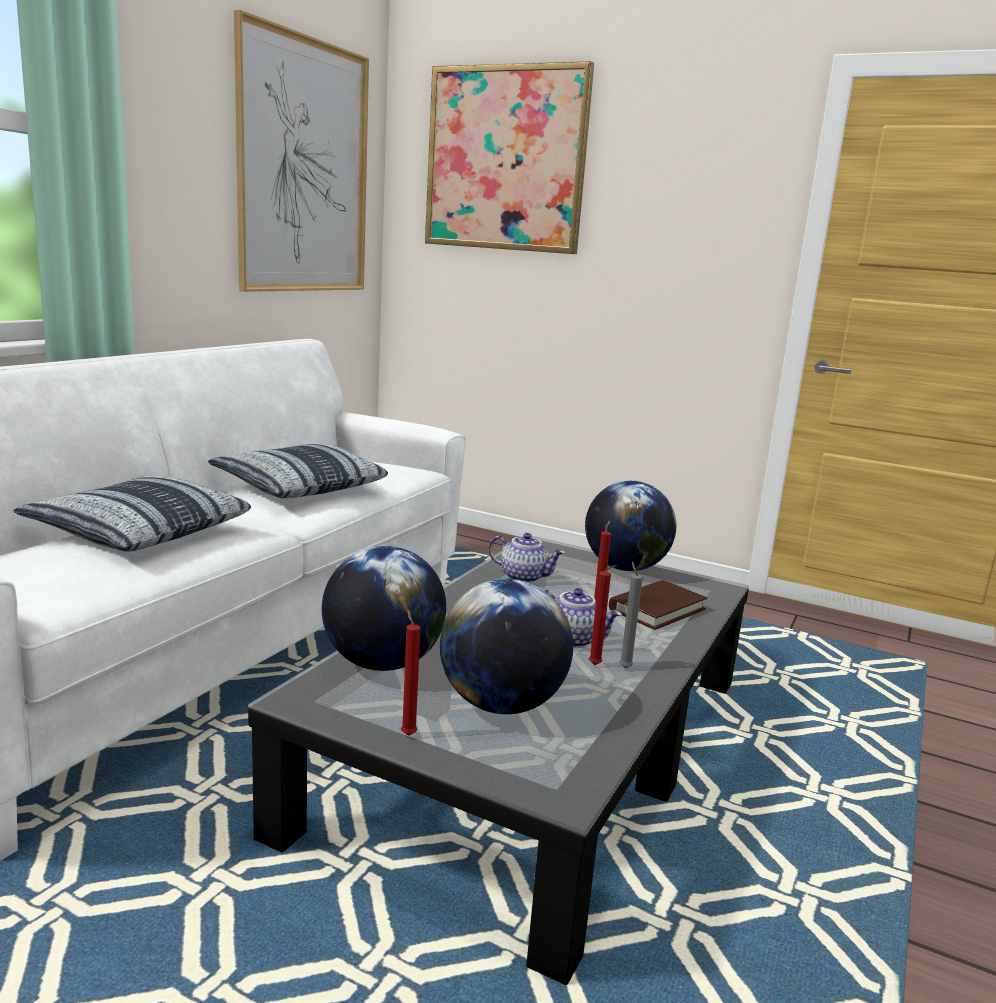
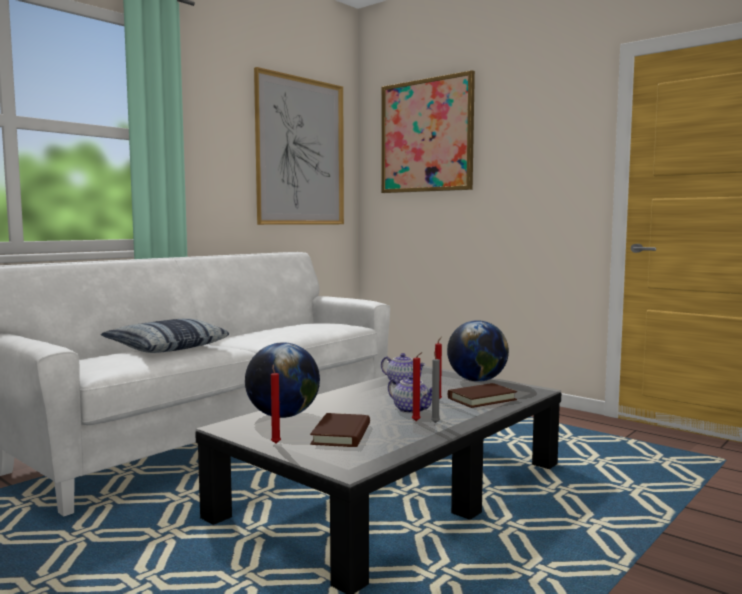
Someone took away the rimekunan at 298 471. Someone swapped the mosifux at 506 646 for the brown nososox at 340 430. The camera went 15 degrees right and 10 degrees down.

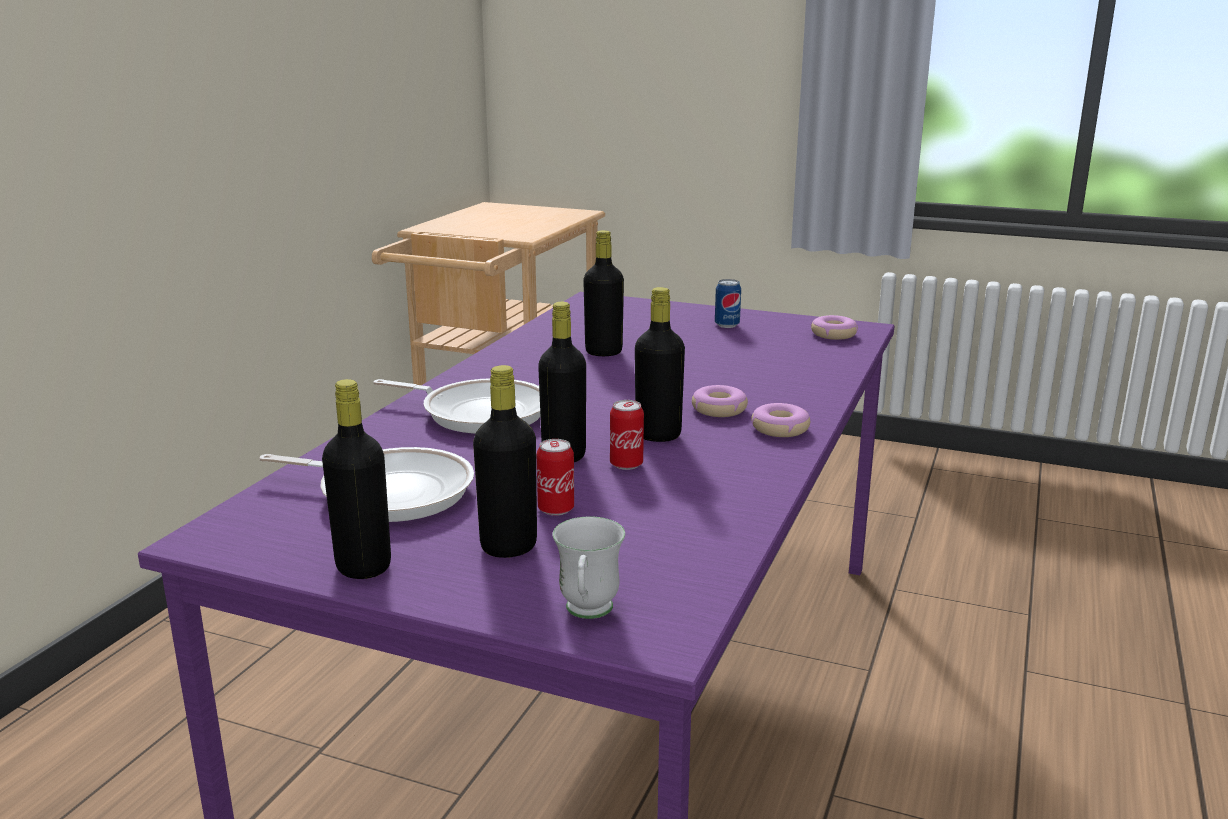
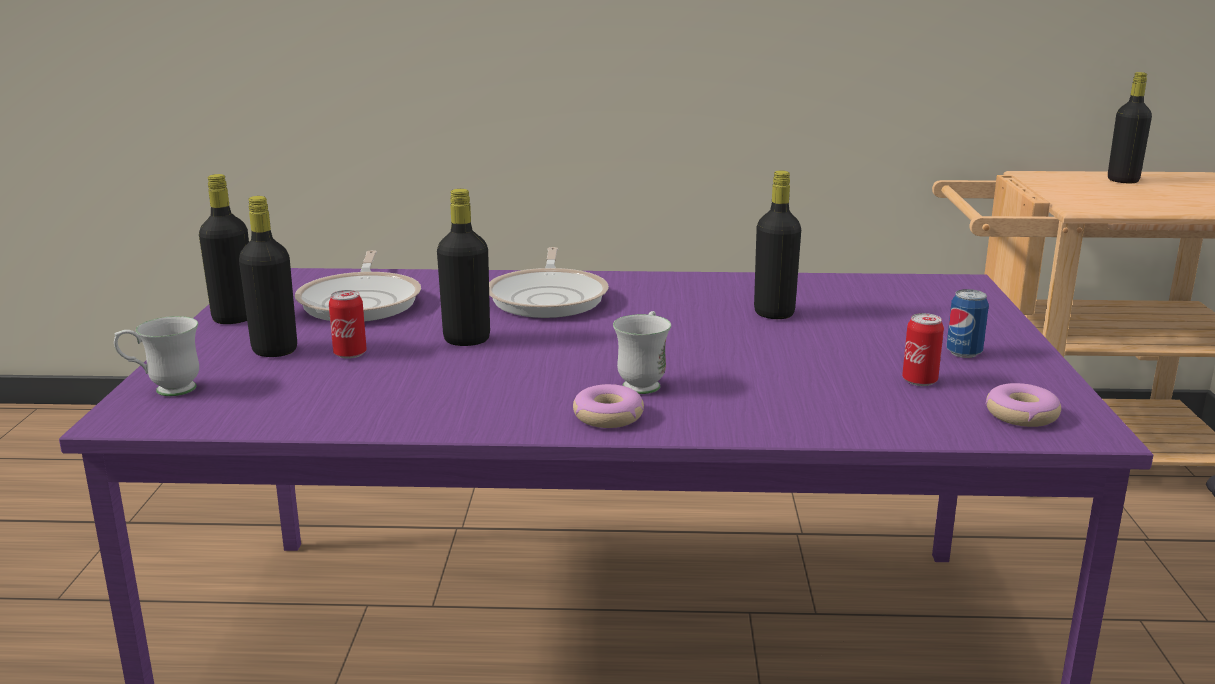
Someone carried the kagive from 627 435 to 923 349. Someone carried the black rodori from 660 364 to 1130 127. Someone swapped the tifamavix at 720 401 for the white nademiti at 642 352. The camera went 70 degrees right and 0 degrees up.

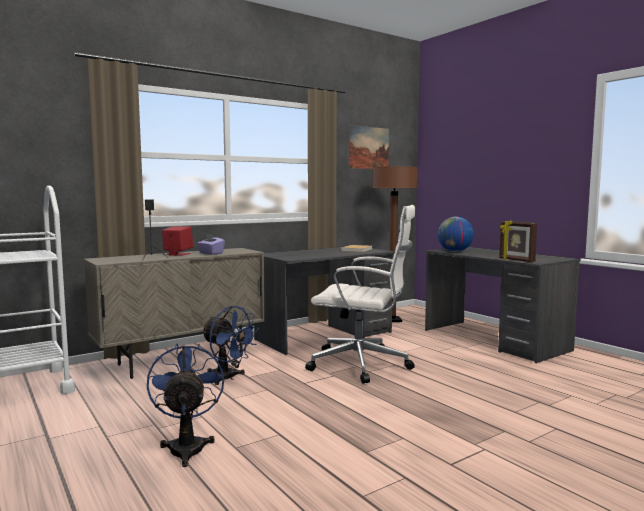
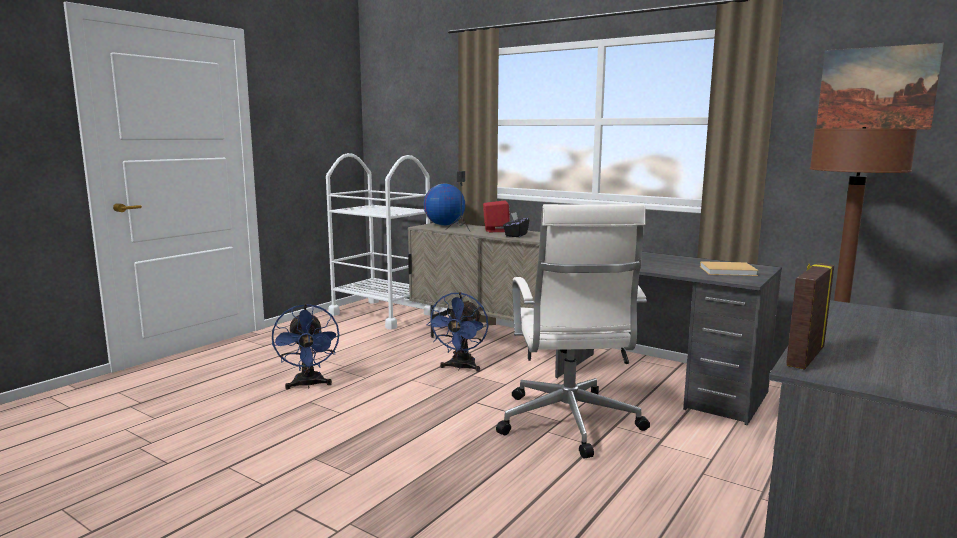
Someone carried the mosifux from 456 234 to 444 205. Someone repainted the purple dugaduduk at 211 244, which became the black dugaduduk at 516 224. Someone rotated the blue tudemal at 185 405 by 105 degrees clockwise. The camera went 70 degrees right and 5 degrees up.

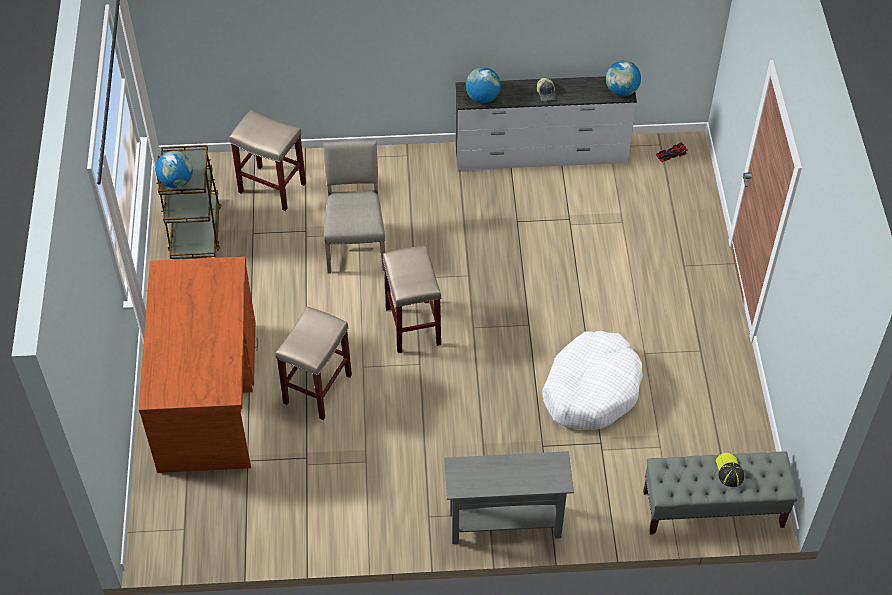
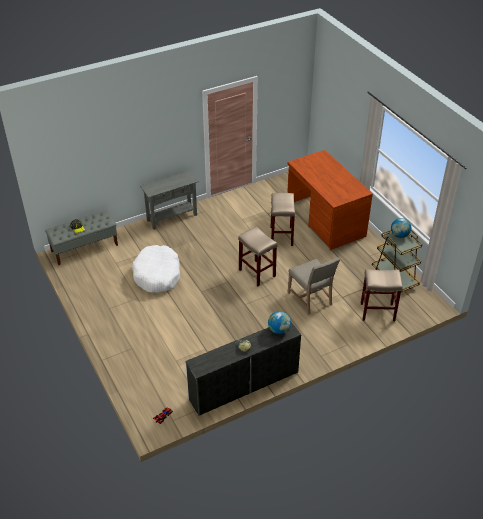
Someone took away the mosifux at 623 78. The camera went 155 degrees right and 10 degrees down.

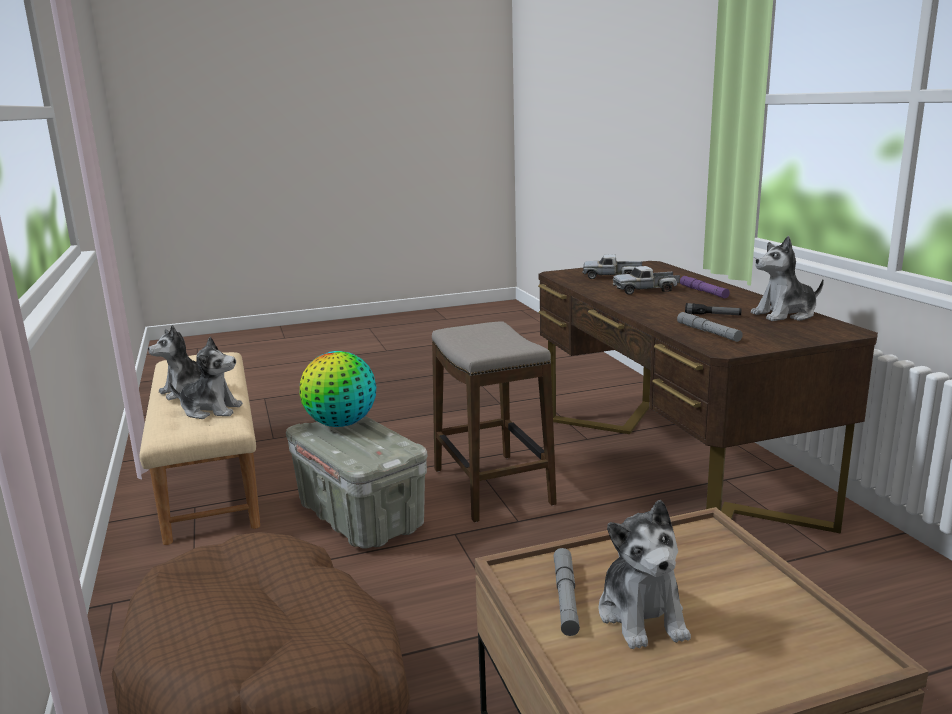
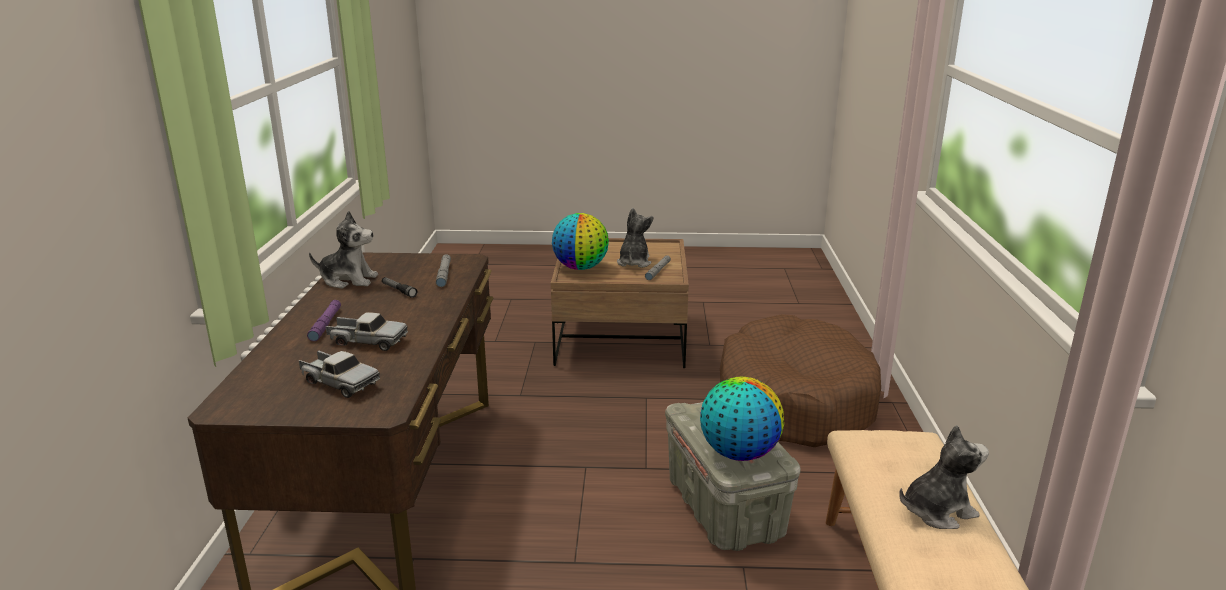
Someone took away the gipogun at 206 378. Someone took away the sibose at 494 421. Someone put down the mosifux at 580 241. The camera went 160 degrees left and 5 degrees up.

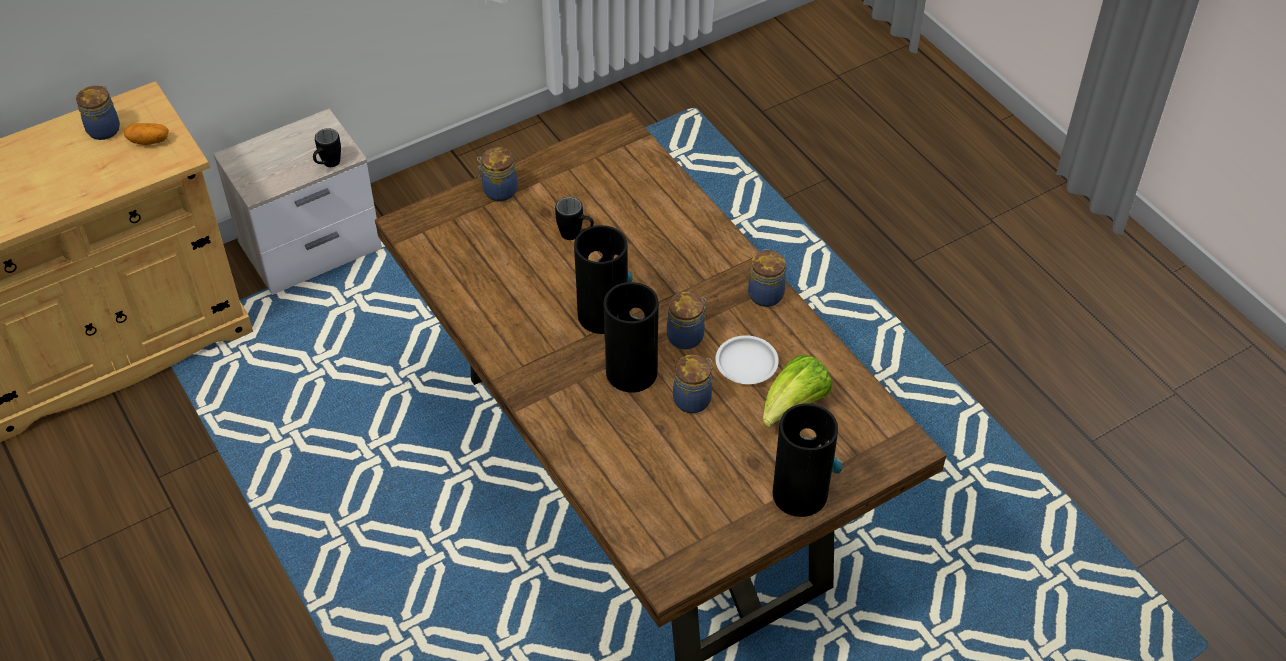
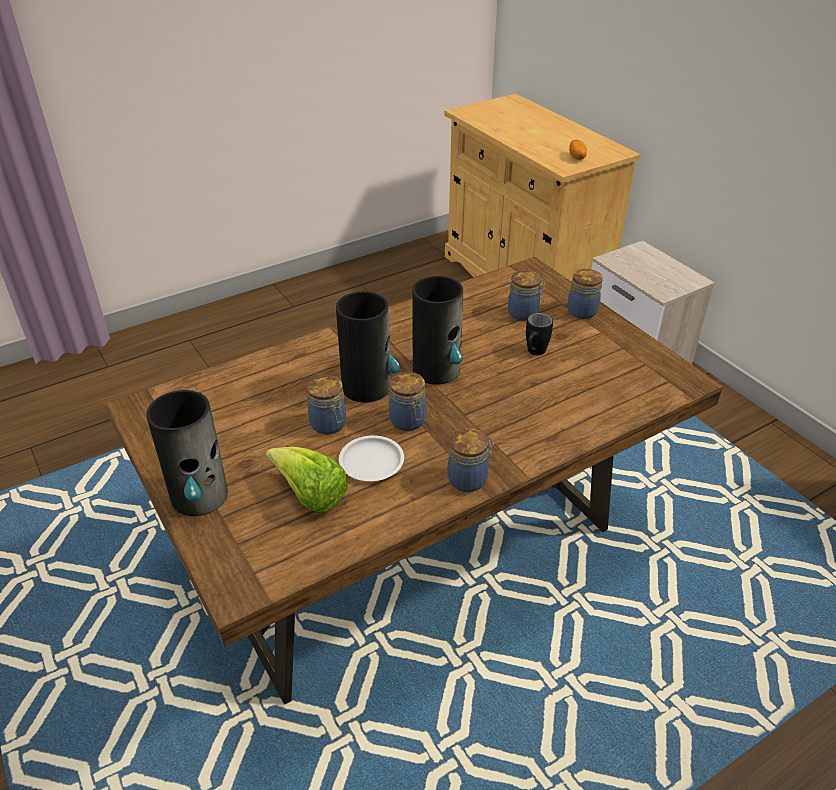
Someone took away the black nademiti at 327 147. Someone carried the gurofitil from 98 113 to 526 295. The camera went 90 degrees right and 10 degrees down.

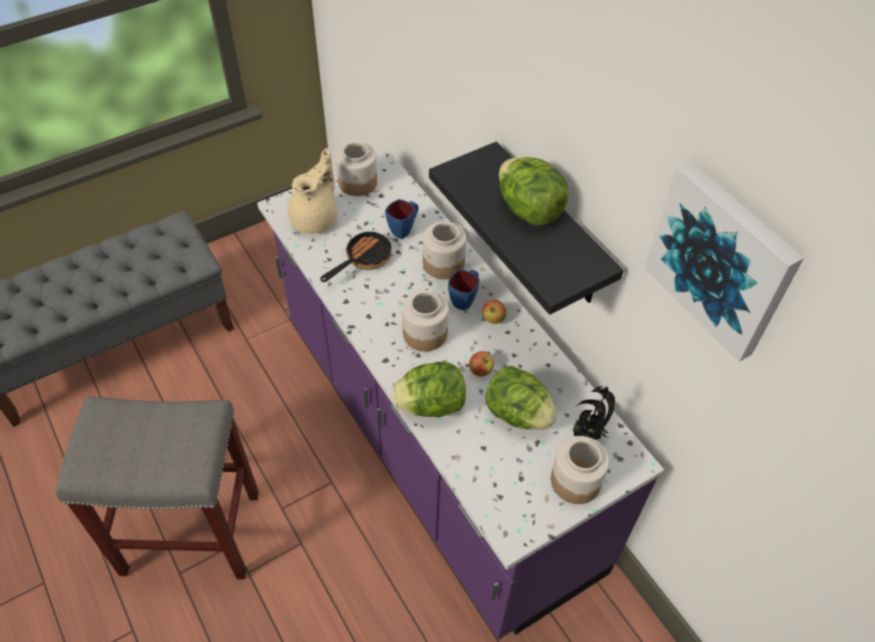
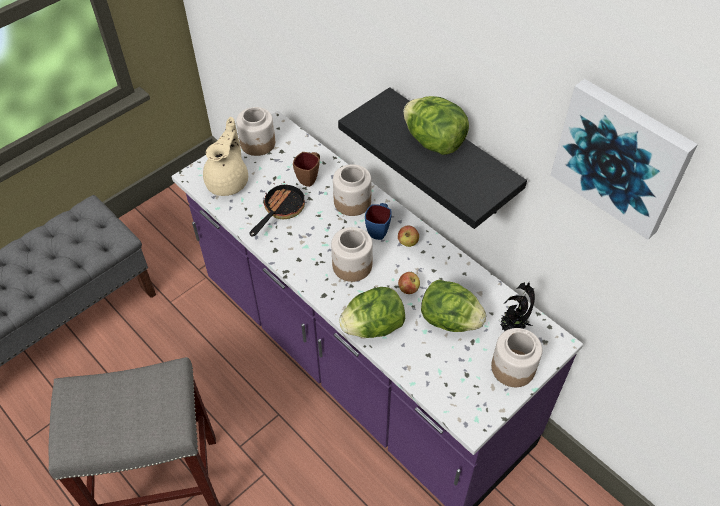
Someone repainted the blue nademiti at 402 219, which became the brown nademiti at 306 169. The camera went 10 degrees left and 0 degrees up.

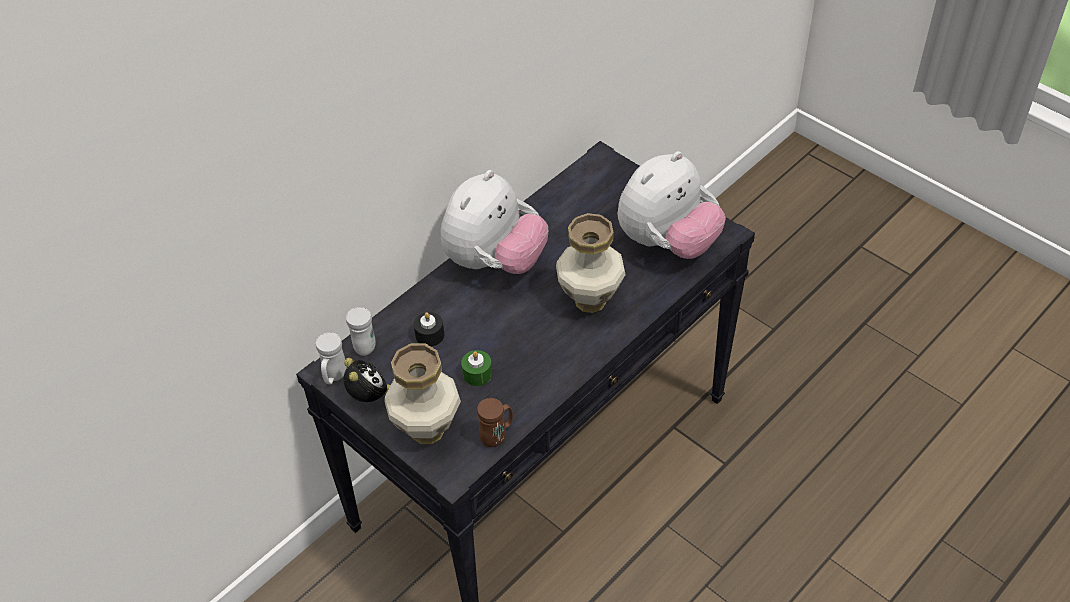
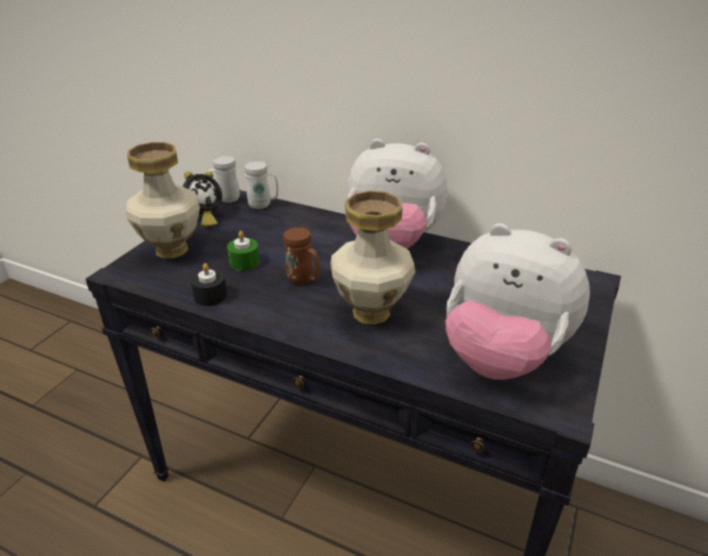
Someone carried the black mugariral from 429 329 to 209 284. Someone carried the brown nademiti from 495 422 to 301 256. The camera went 70 degrees right and 15 degrees down.

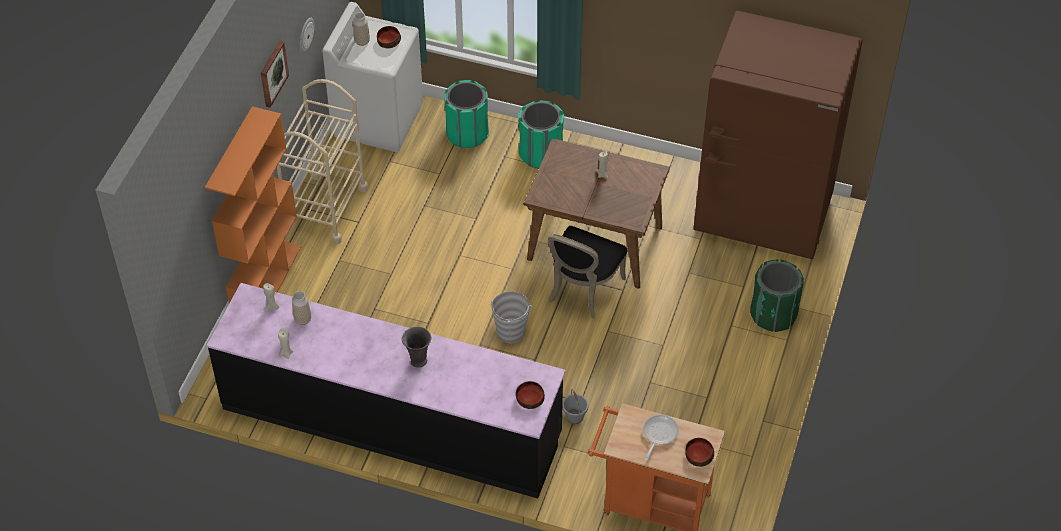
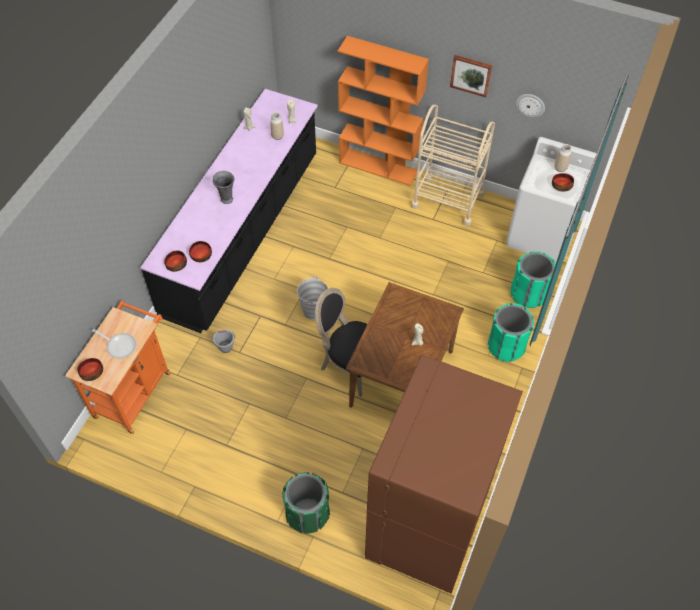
Someone put down the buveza at 200 251. The camera went 95 degrees right and 5 degrees up.

